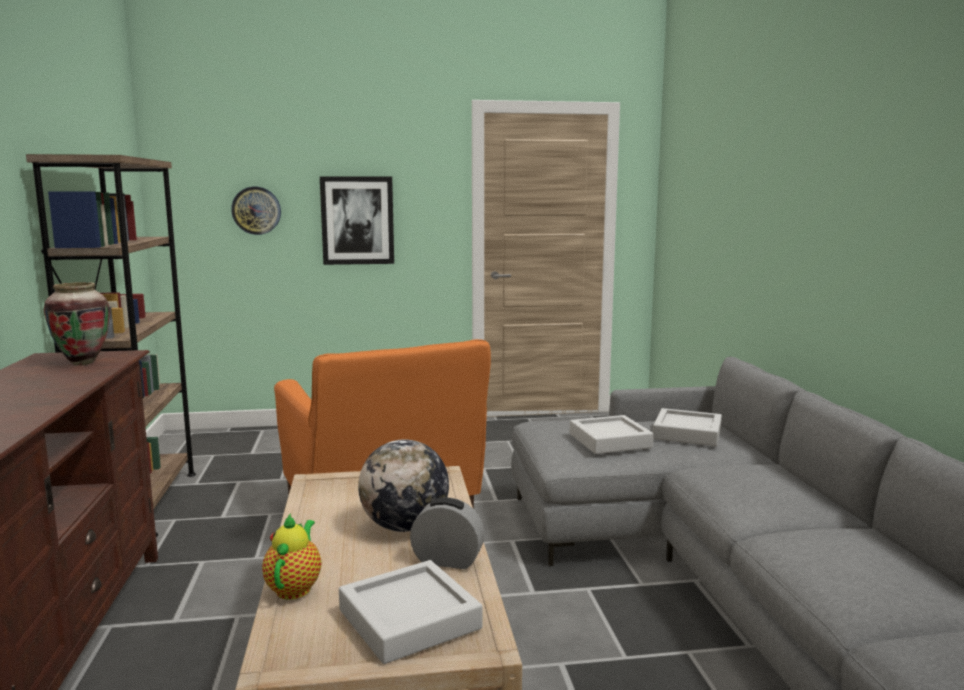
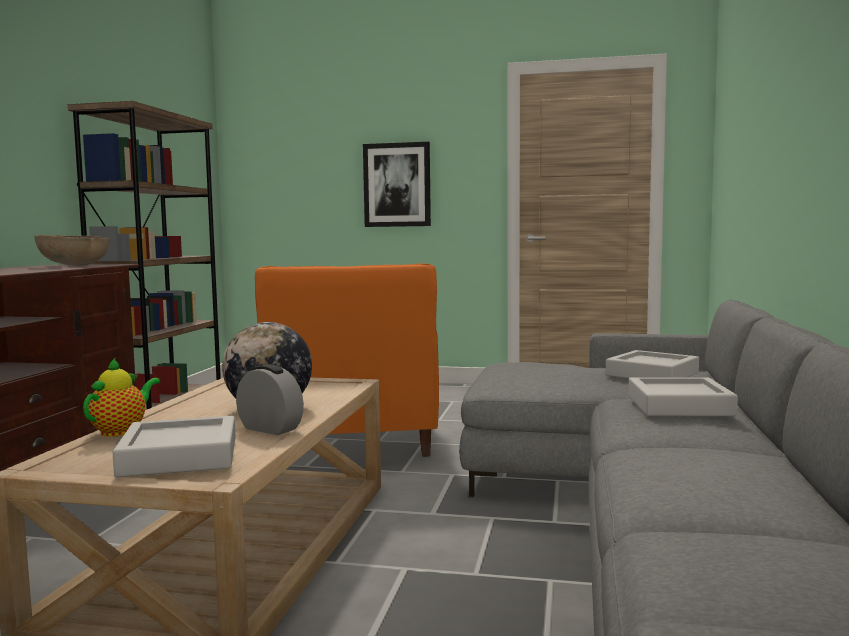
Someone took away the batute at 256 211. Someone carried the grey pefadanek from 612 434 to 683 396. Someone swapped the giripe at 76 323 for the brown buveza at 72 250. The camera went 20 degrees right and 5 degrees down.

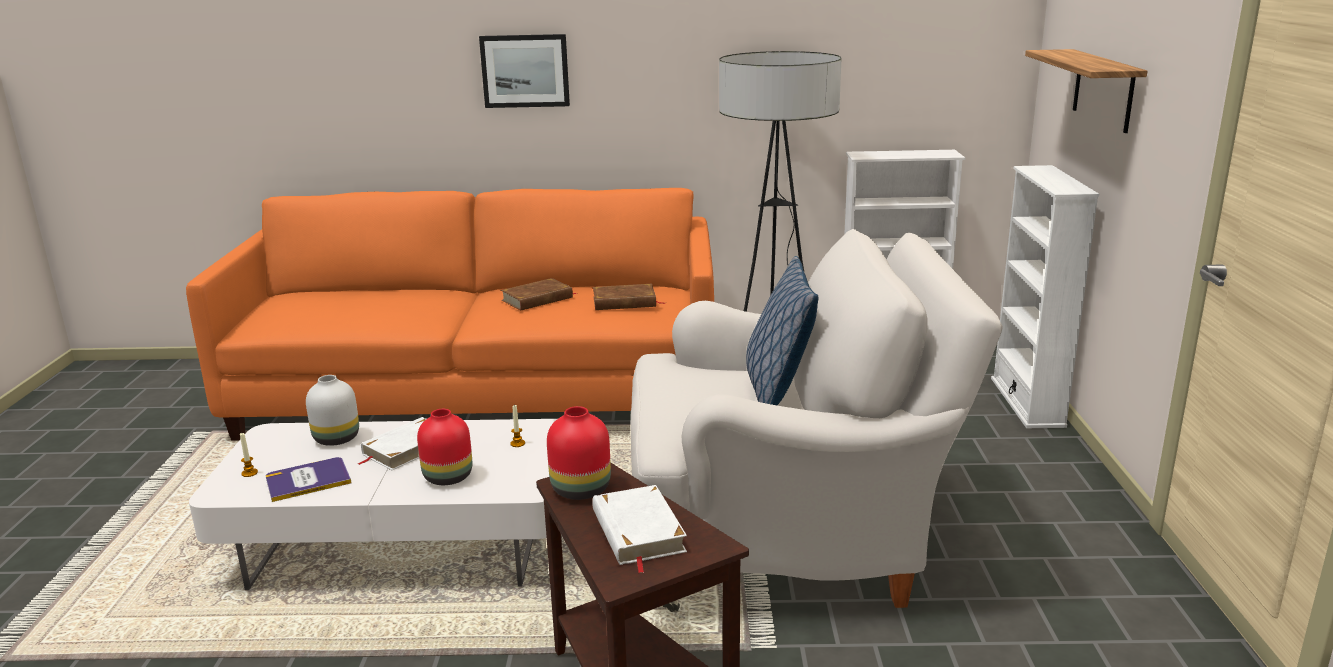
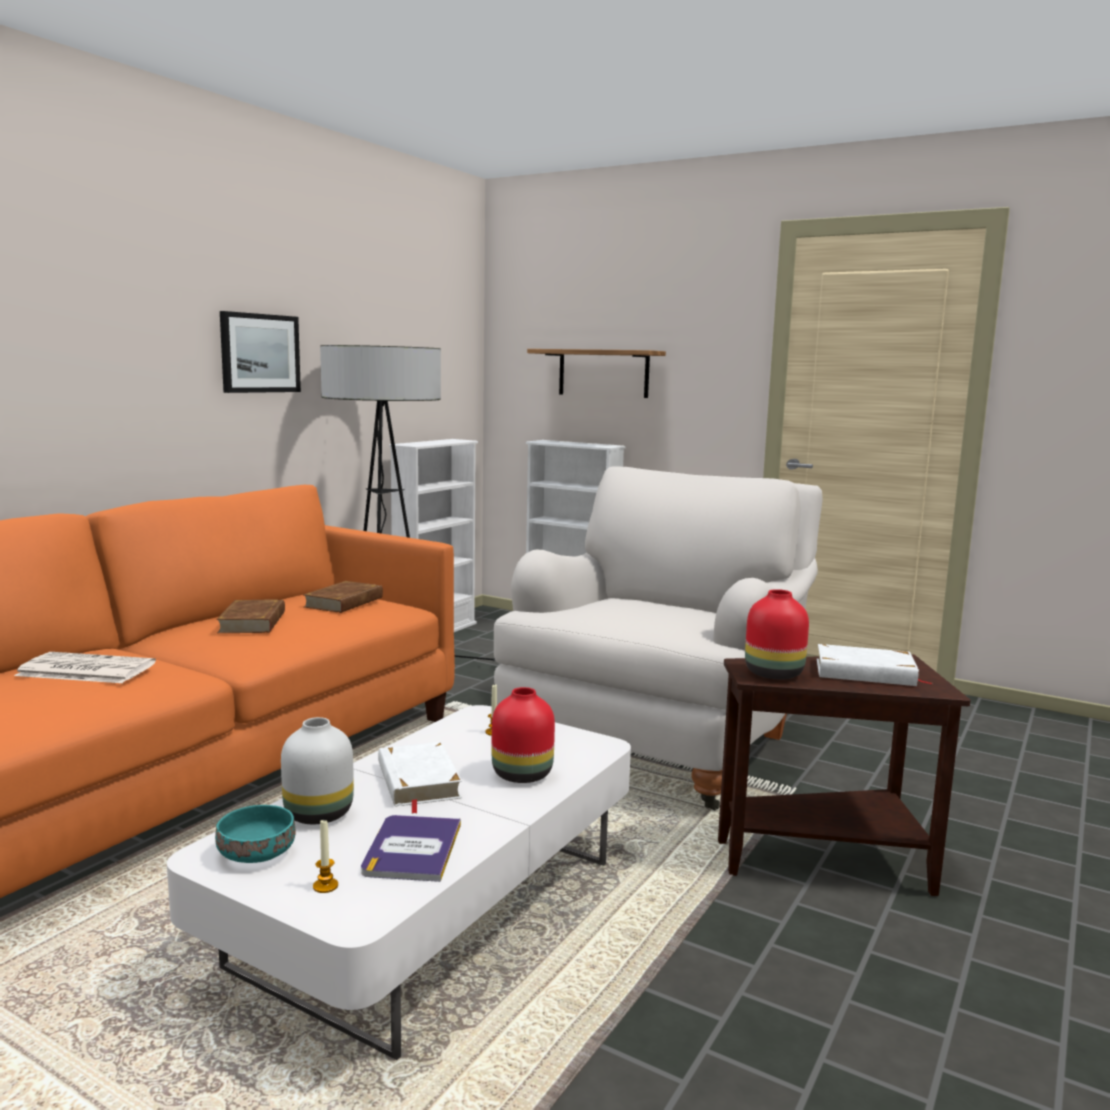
Someone took away the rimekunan at 782 330. Someone put down the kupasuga at 85 667. Someone put down the turquoise buveza at 255 834. Someone carried the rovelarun from 524 71 to 260 352. The camera went 60 degrees left and 10 degrees down.

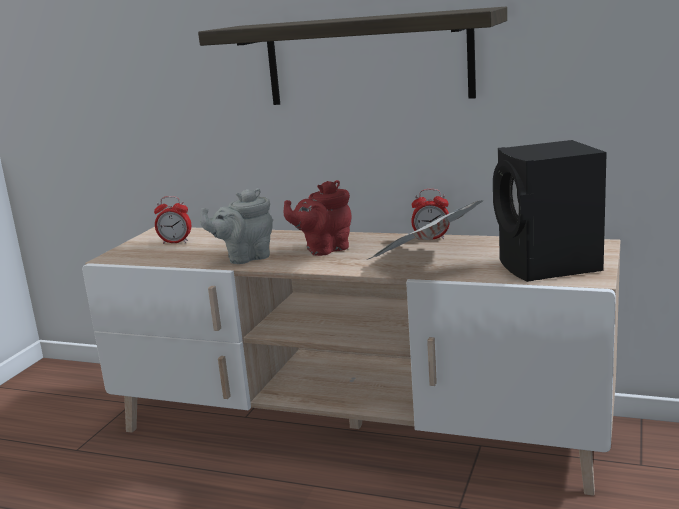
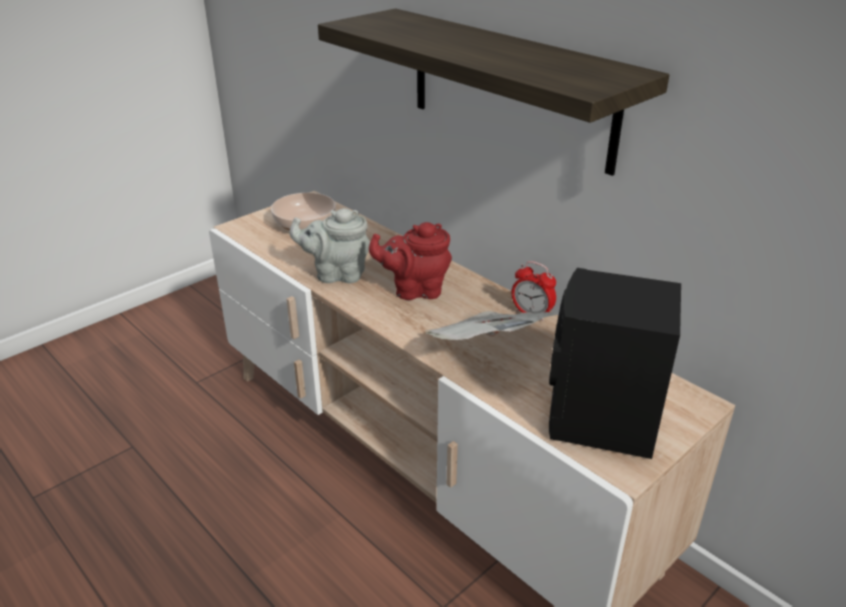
Someone swapped the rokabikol at 172 220 for the buveza at 303 211. The camera went 25 degrees right and 15 degrees up.

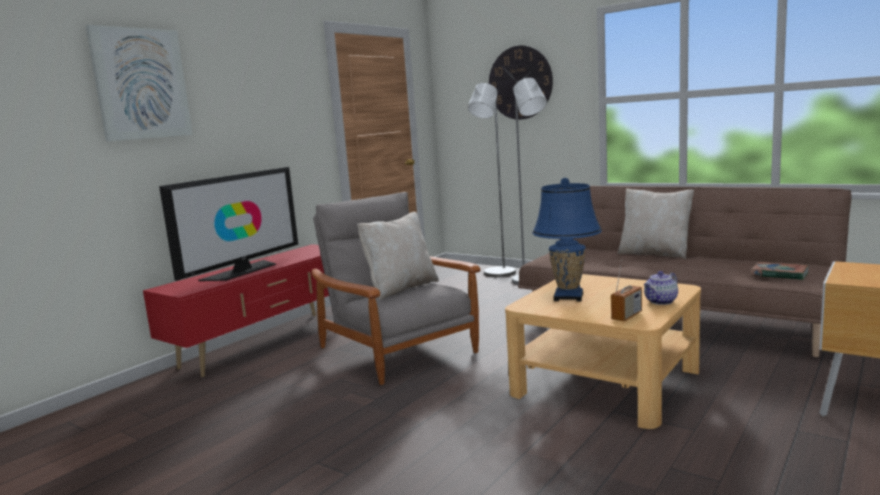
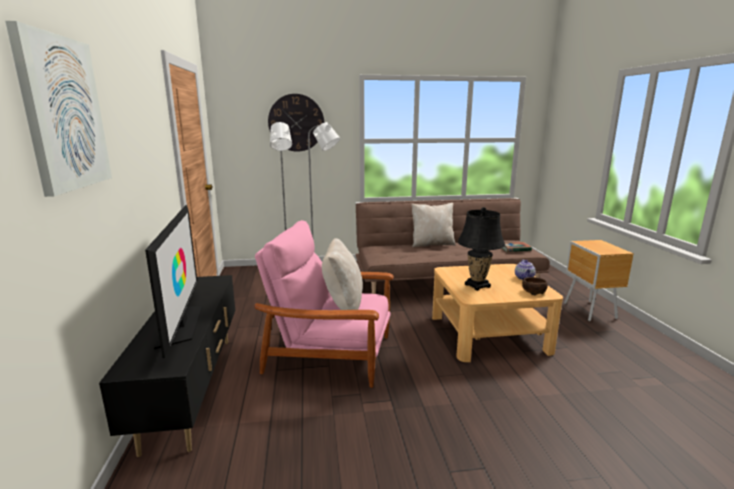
Someone swapped the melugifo at 626 290 for the brown buveza at 535 286. Someone repainted the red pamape at 236 310, which became the black pamape at 167 366. Someone repainted the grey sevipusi at 396 288, which became the pink sevipusi at 324 304. Someone repainted the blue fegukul at 567 240, which became the black fegukul at 481 249. The camera went 45 degrees left and 5 degrees up.

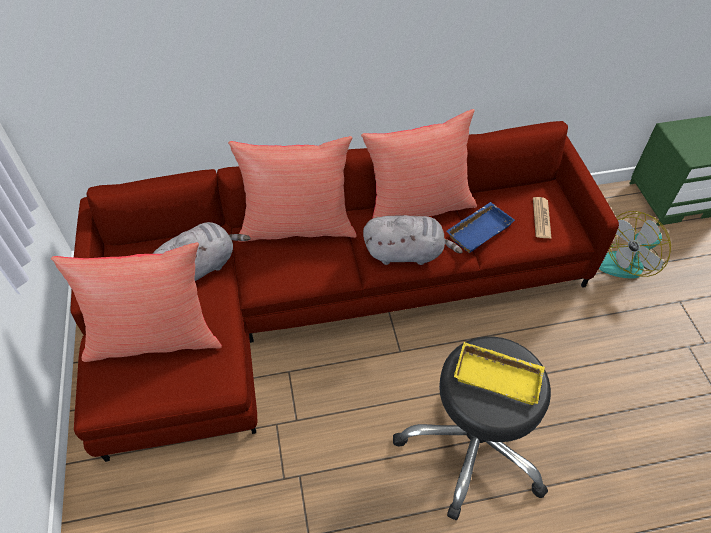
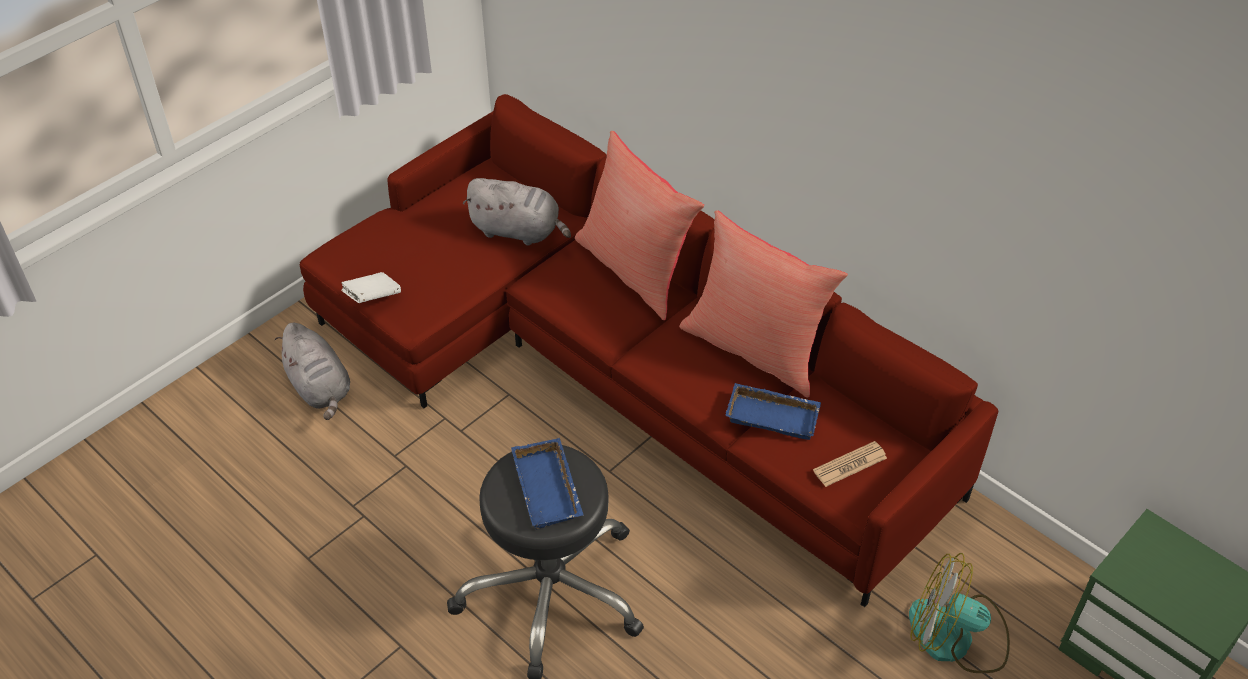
Someone took away the red rimekunan at 136 302. Someone put down the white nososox at 371 287. Someone carried the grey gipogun from 413 240 to 312 371. Someone repainted the yellow pefadanek at 499 373, which became the blue pefadanek at 547 483. The camera went 55 degrees right and 5 degrees down.

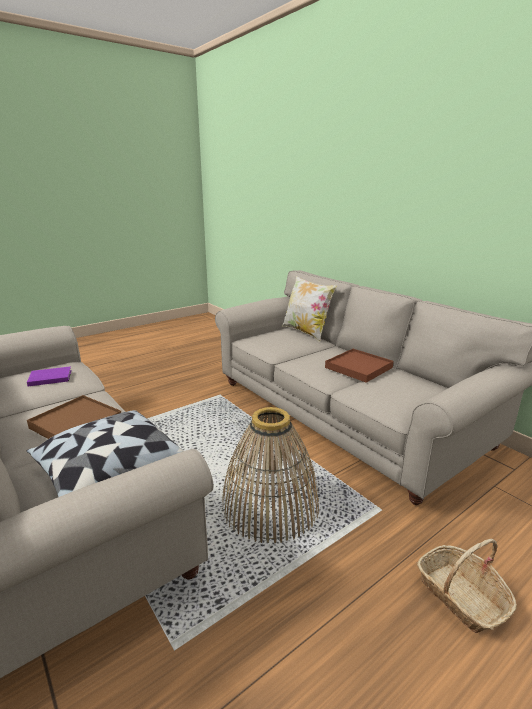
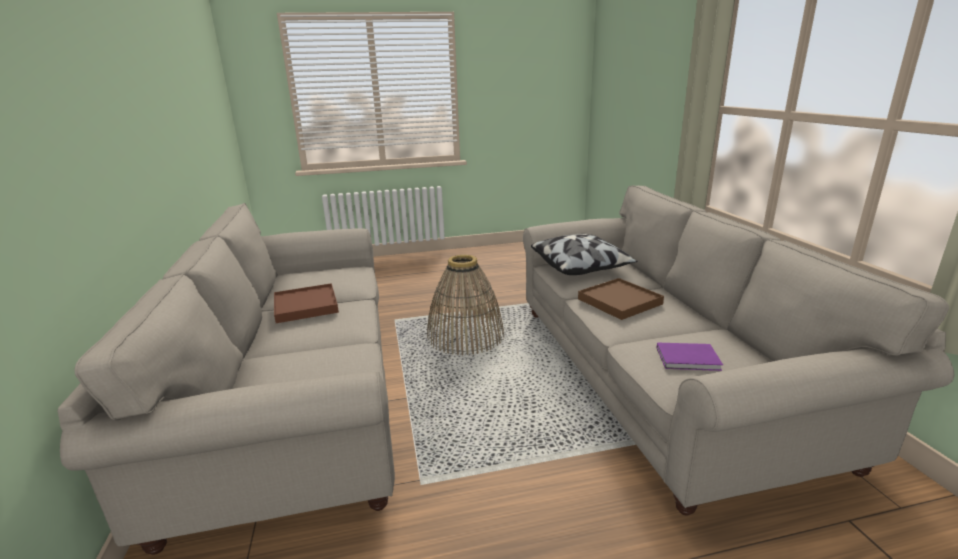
Someone took away the rimekunan at 309 309. Someone took away the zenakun at 467 586. The camera went 155 degrees left and 0 degrees up.

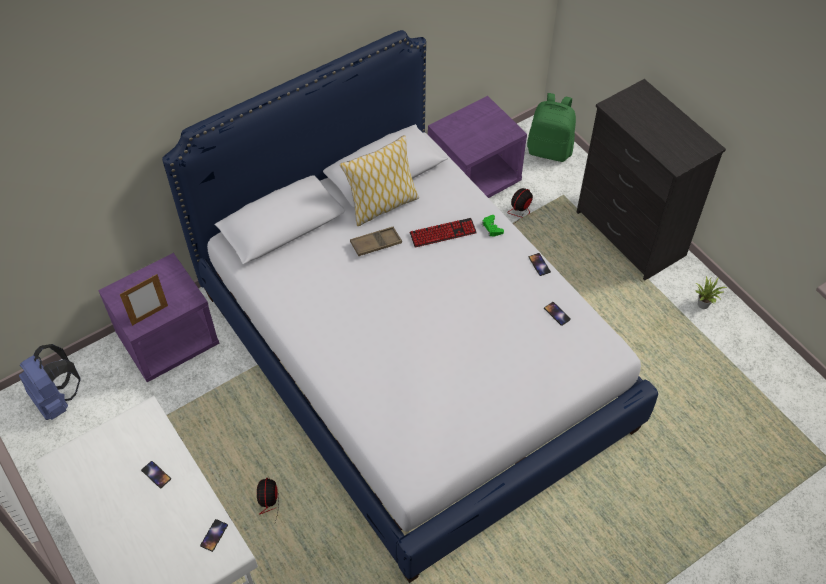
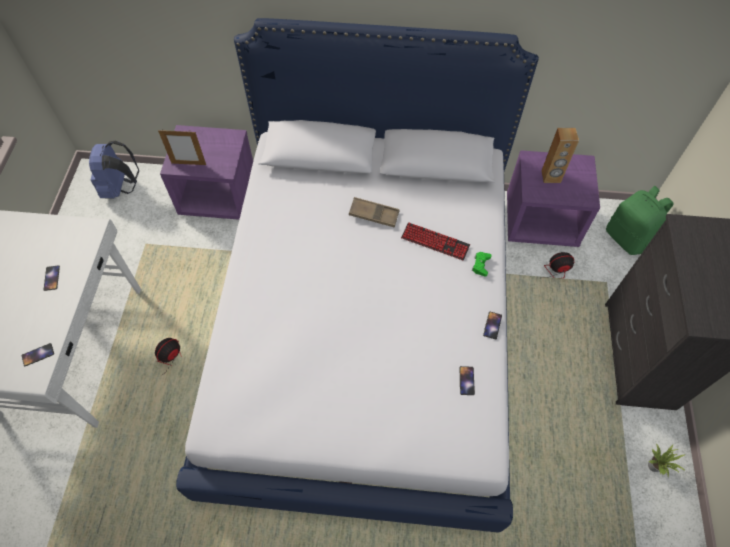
Someone took away the rimekunan at 379 180. Someone put down the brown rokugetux at 560 155. The camera went 40 degrees right and 5 degrees up.

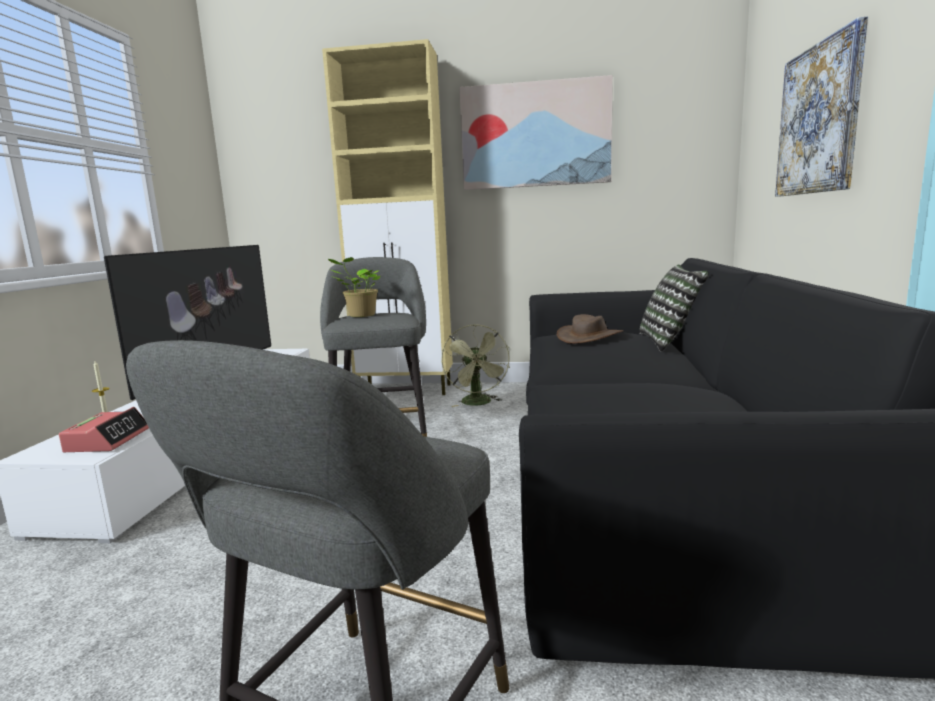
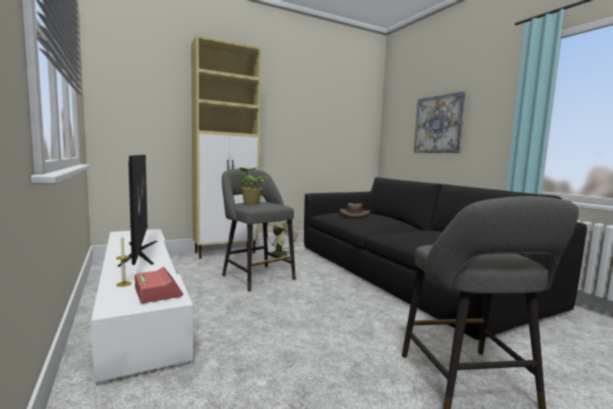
Someone took away the rovelarun at 536 132. Someone took away the rimekunan at 674 308. The camera went 35 degrees left and 5 degrees down.

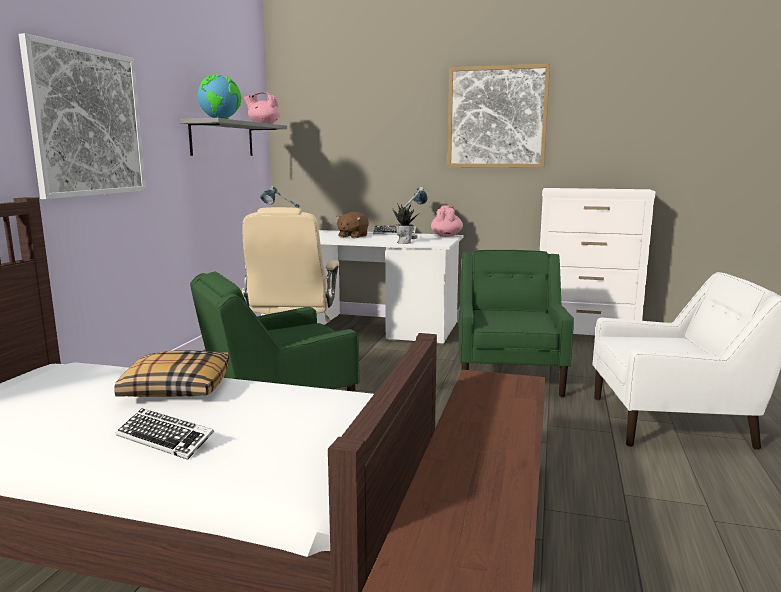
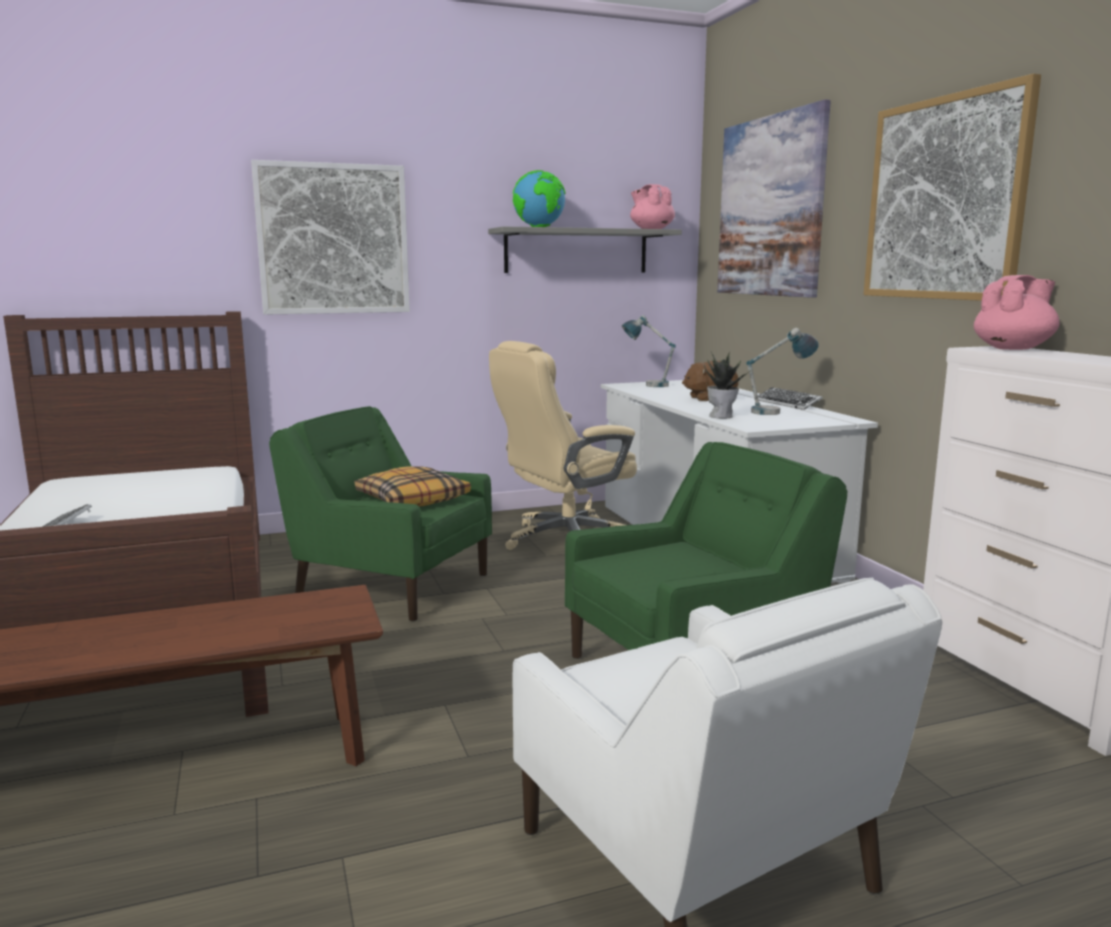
Someone put up the rovelarun at 774 198. Someone carried the rimekunan from 171 373 to 412 486. Someone carried the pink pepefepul from 447 221 to 1017 312. The camera went 55 degrees right and 0 degrees up.

